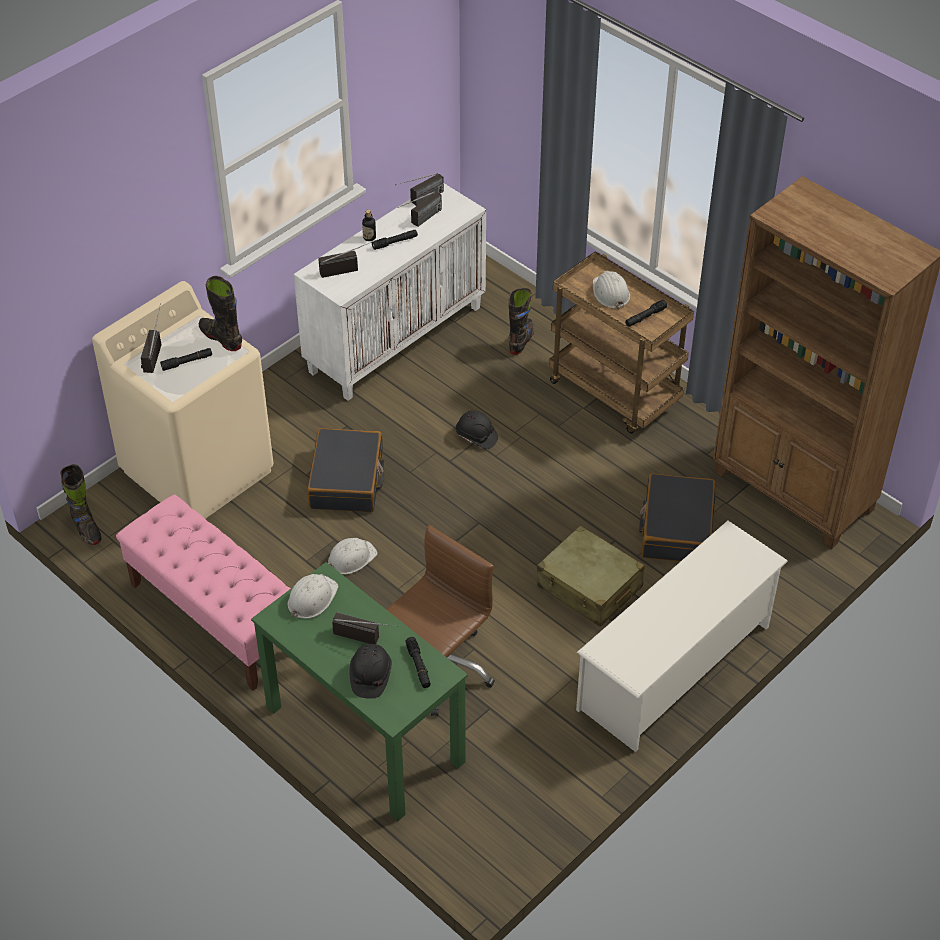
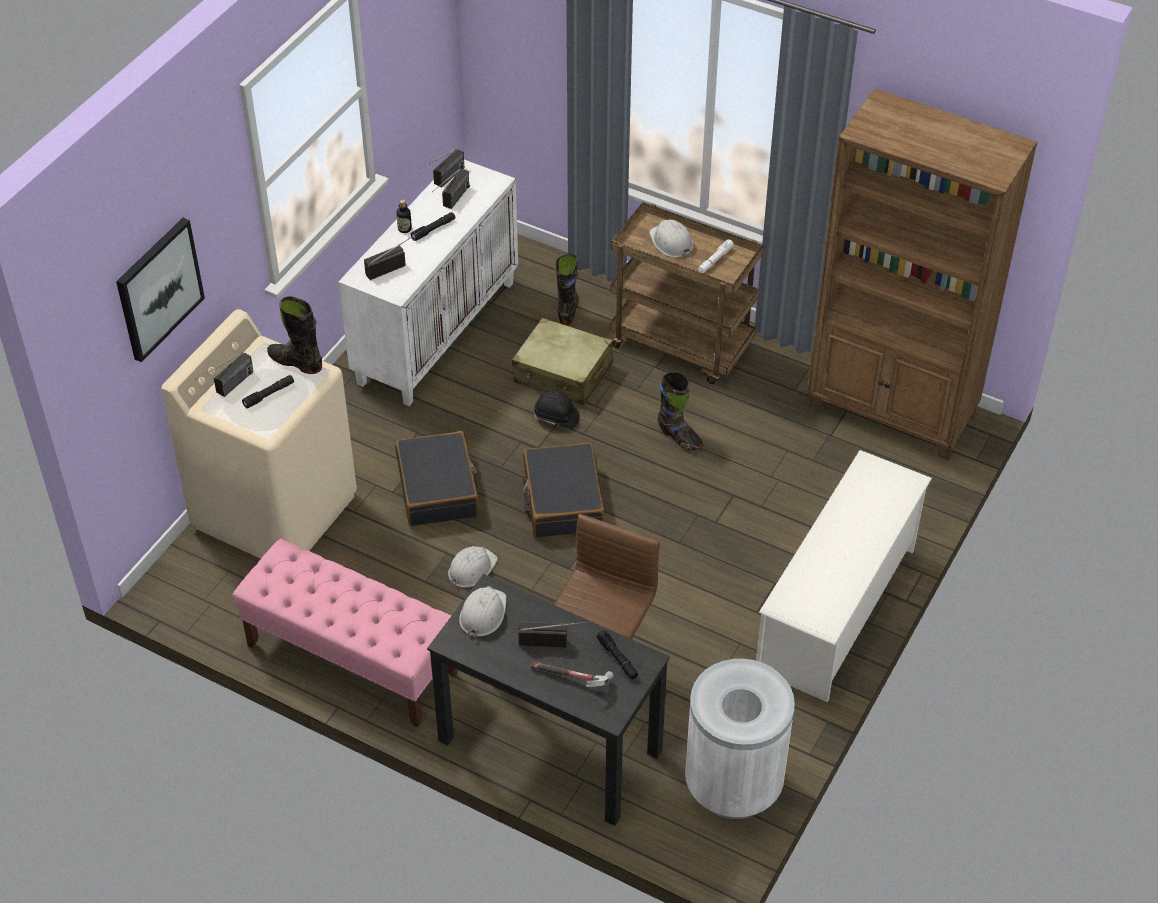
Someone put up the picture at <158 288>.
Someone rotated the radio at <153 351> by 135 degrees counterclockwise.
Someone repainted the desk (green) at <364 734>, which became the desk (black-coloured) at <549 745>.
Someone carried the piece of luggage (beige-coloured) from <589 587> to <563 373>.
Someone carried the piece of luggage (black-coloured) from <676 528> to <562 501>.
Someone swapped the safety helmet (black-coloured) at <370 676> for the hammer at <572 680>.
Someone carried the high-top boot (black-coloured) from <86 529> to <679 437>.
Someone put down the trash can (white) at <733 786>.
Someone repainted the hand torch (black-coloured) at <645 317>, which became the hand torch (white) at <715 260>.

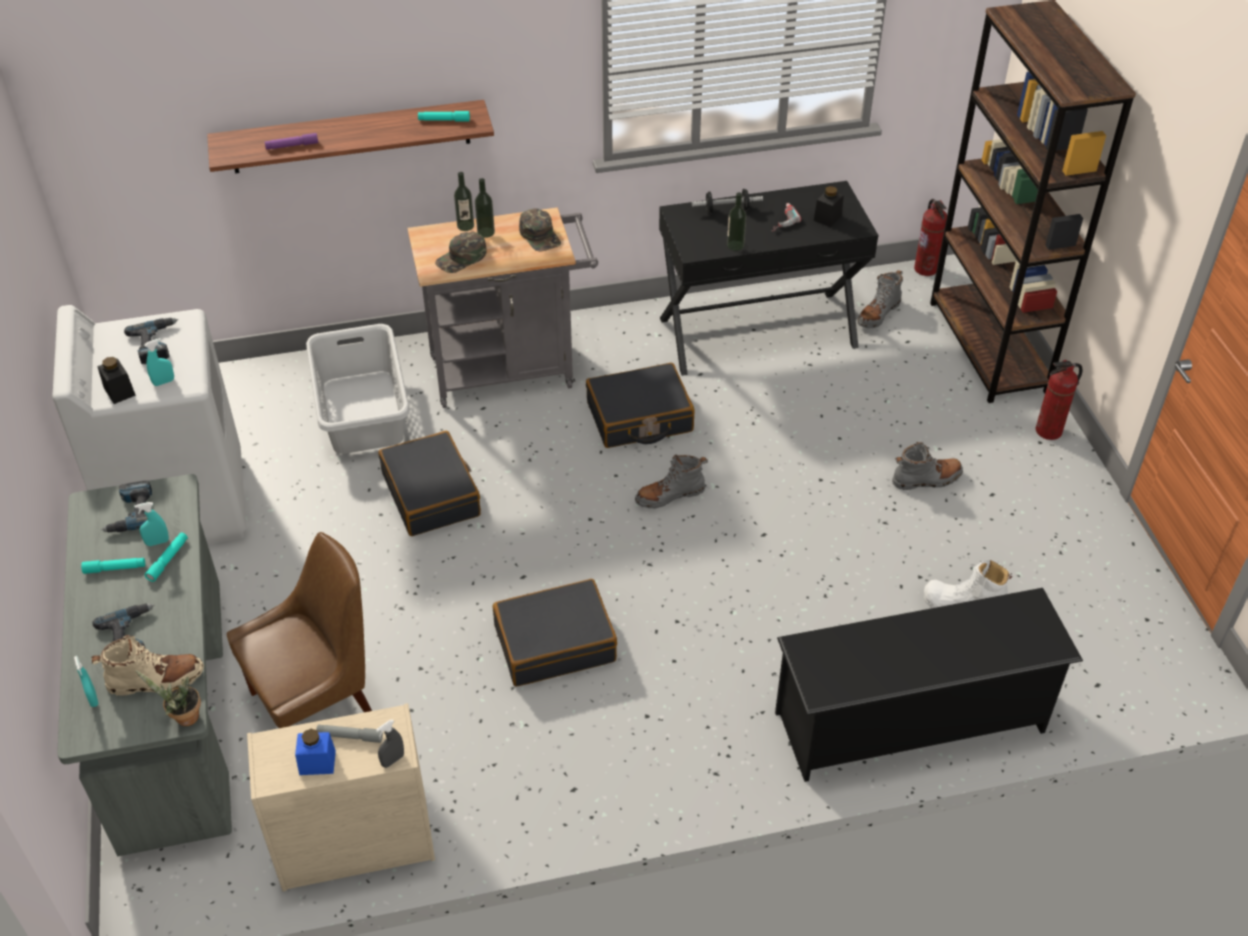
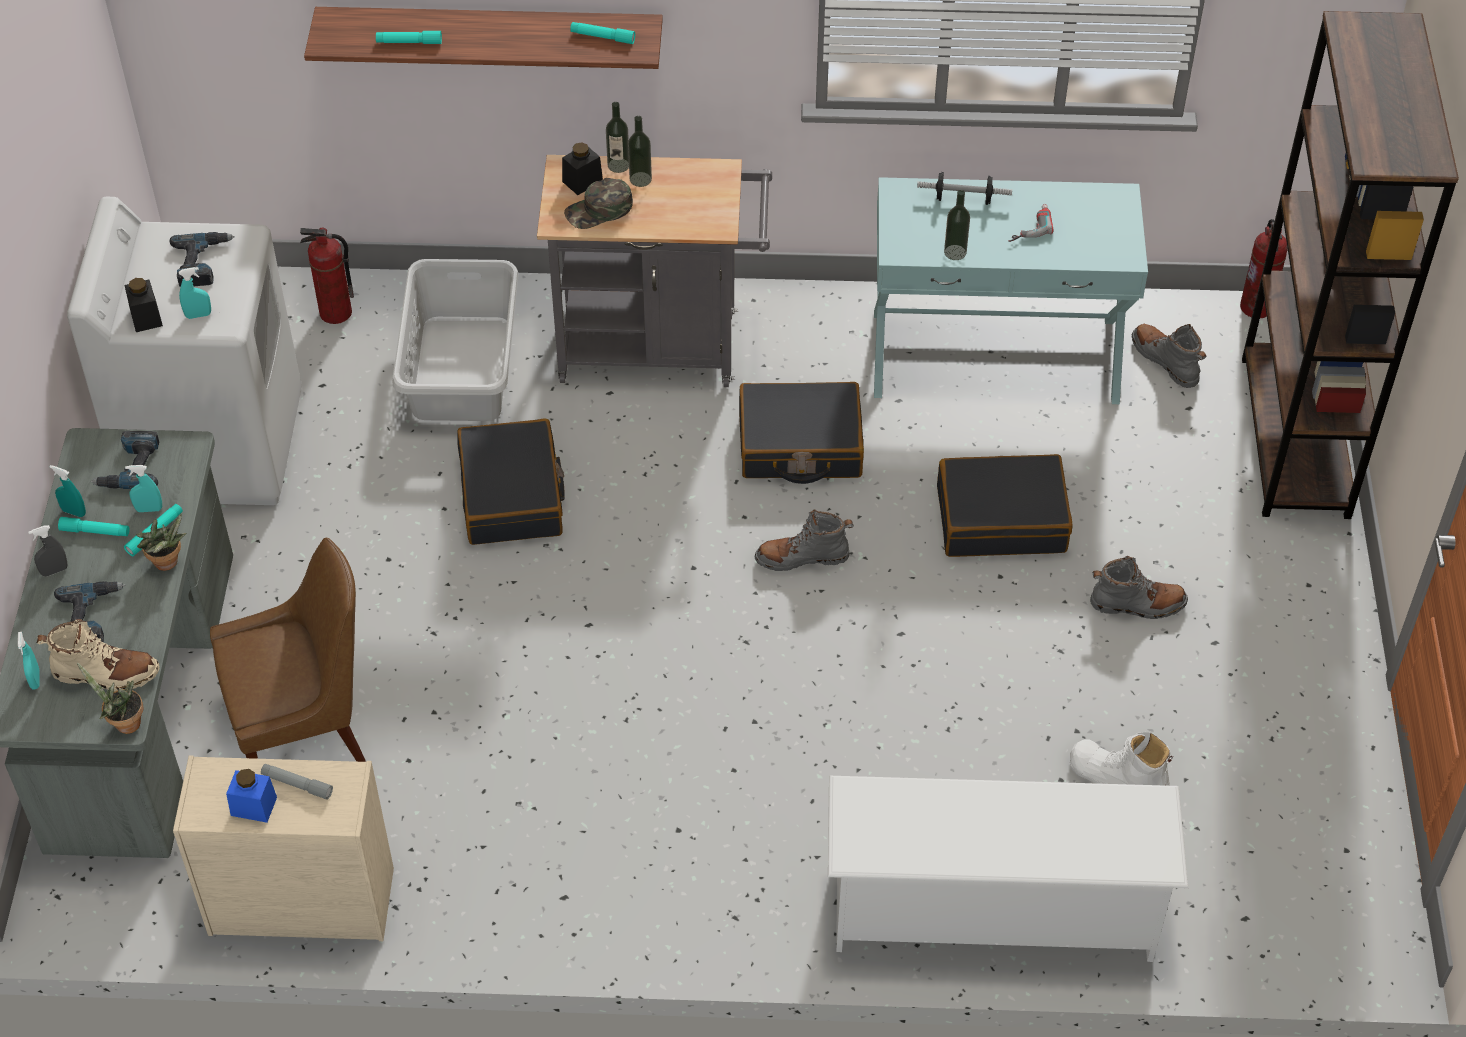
Someone carried the hand sprayer (greyish) from <393 760> to <54 571>.
Someone put down the hand sprayer (blue-green) at <74 512>.
Someone put down the houseplant at <168 564>.
Someone carried the extinguisher from <1048 431> to <335 313>.
Someone repainted the hand torch (purplish) at <292 146>, which became the hand torch (blue-green) at <409 42>.
Someone carried the storage jar (black-coloured) from <827 218> to <582 181>.
Someone repainted the shoe rack (black-coloured) at <910 722>, which became the shoe rack (white) at <992 910>.
Someone repainted the console table (black-coloured) at <758 332>, which became the console table (blue-green) at <995 355>.
Someone carried the piece of luggage (black-coloured) from <555 643> to <1001 518>.
Someone rotated the high-top boot (greyish) at <878 314> by 90 degrees clockwise.
Someone took away the cap (green) at <540 235>.

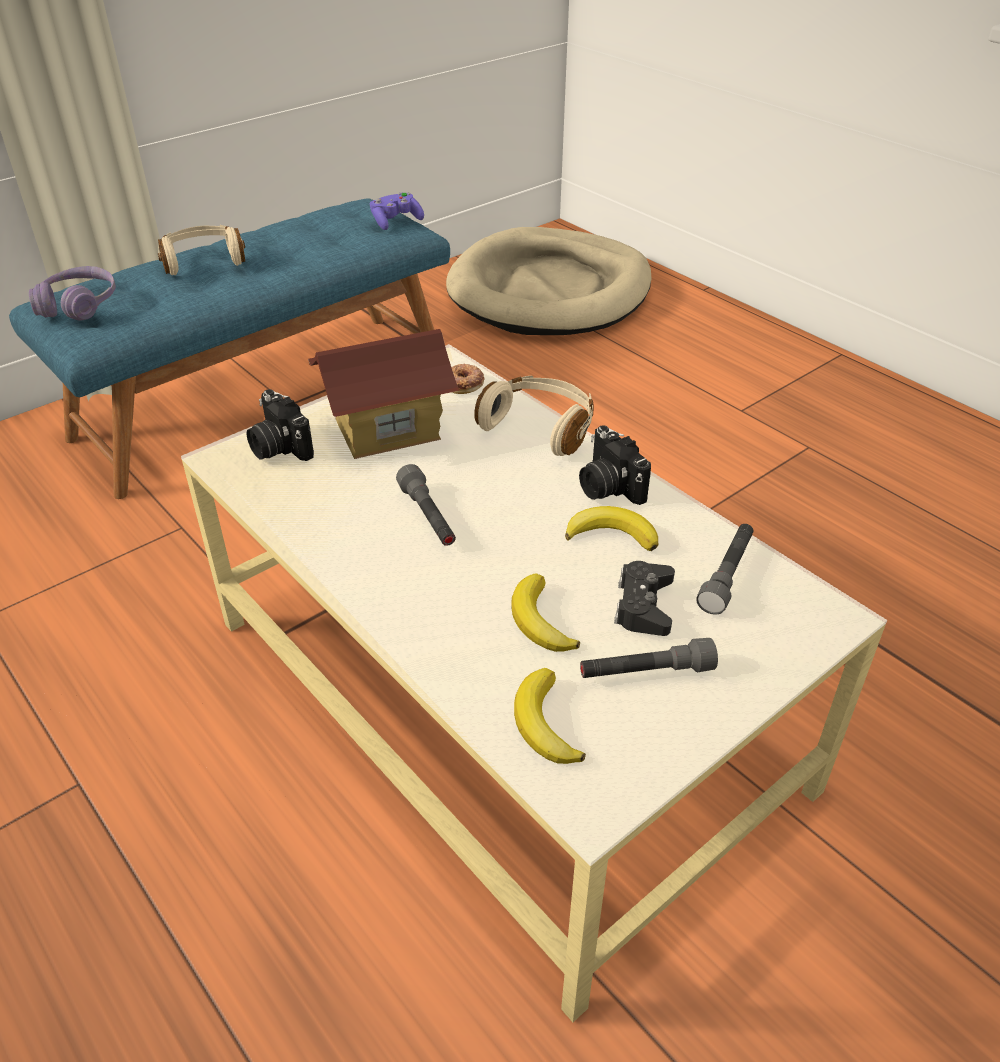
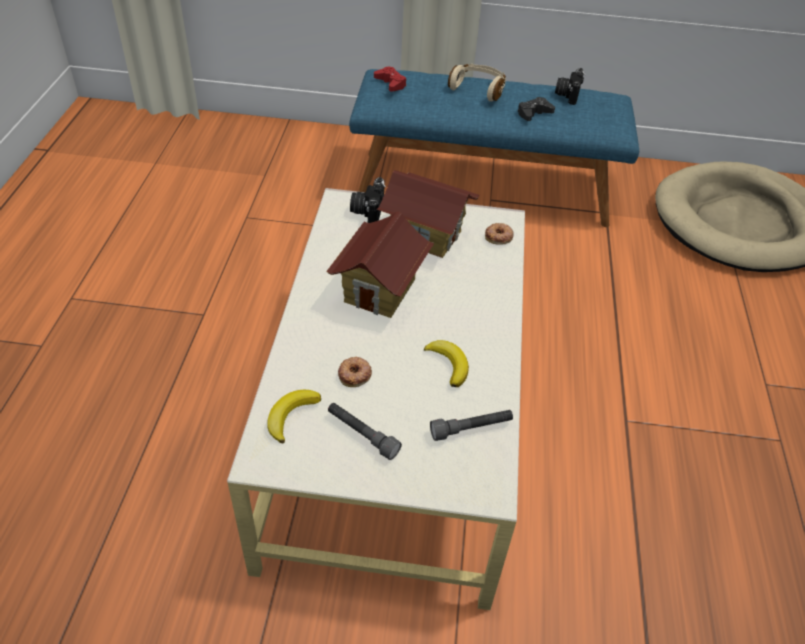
Someone swapped the hand torch (greyish) at <428 517> for the model house at <380 291>.
Someone swapped the whole banana at <540 620> for the doughnut at <355 374>.
Someone swapped the pair of headphones (purplish) at <78 305> for the joypad (red-coloured) at <390 83>.
Someone carried the joypad (black-coloured) from <643 605> to <534 113>.
Someone carried the photo camera from <607 487> to <567 94>.
Someone took away the joypad (purplish) at <396 221>.
Someone took away the pair of headphones (beige-coloured) at <540 427>.

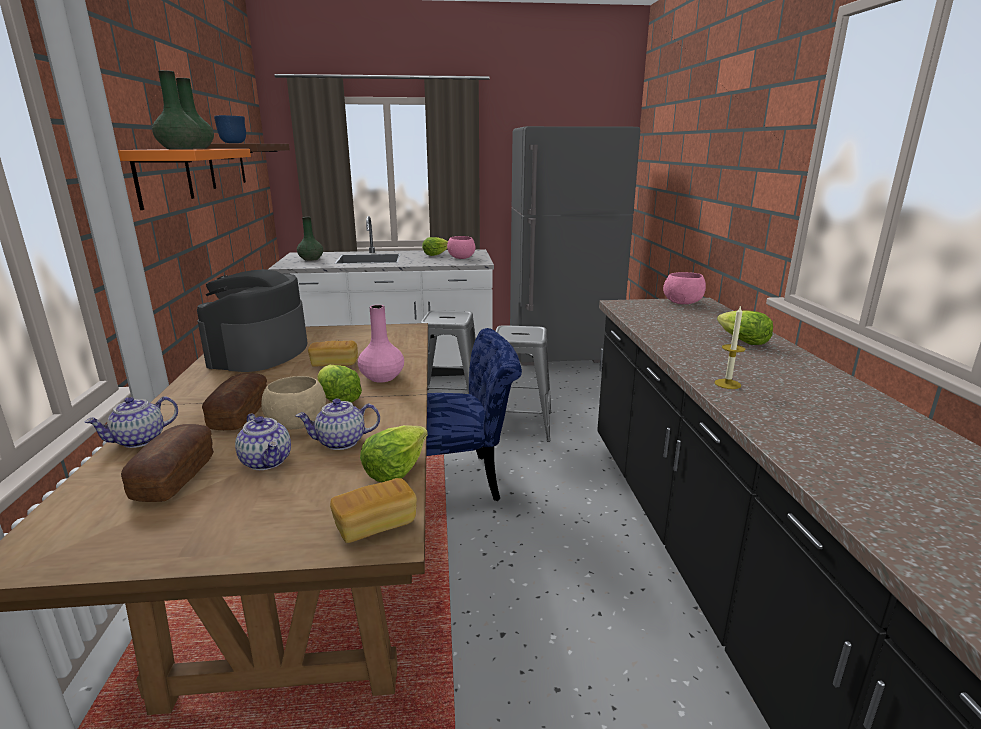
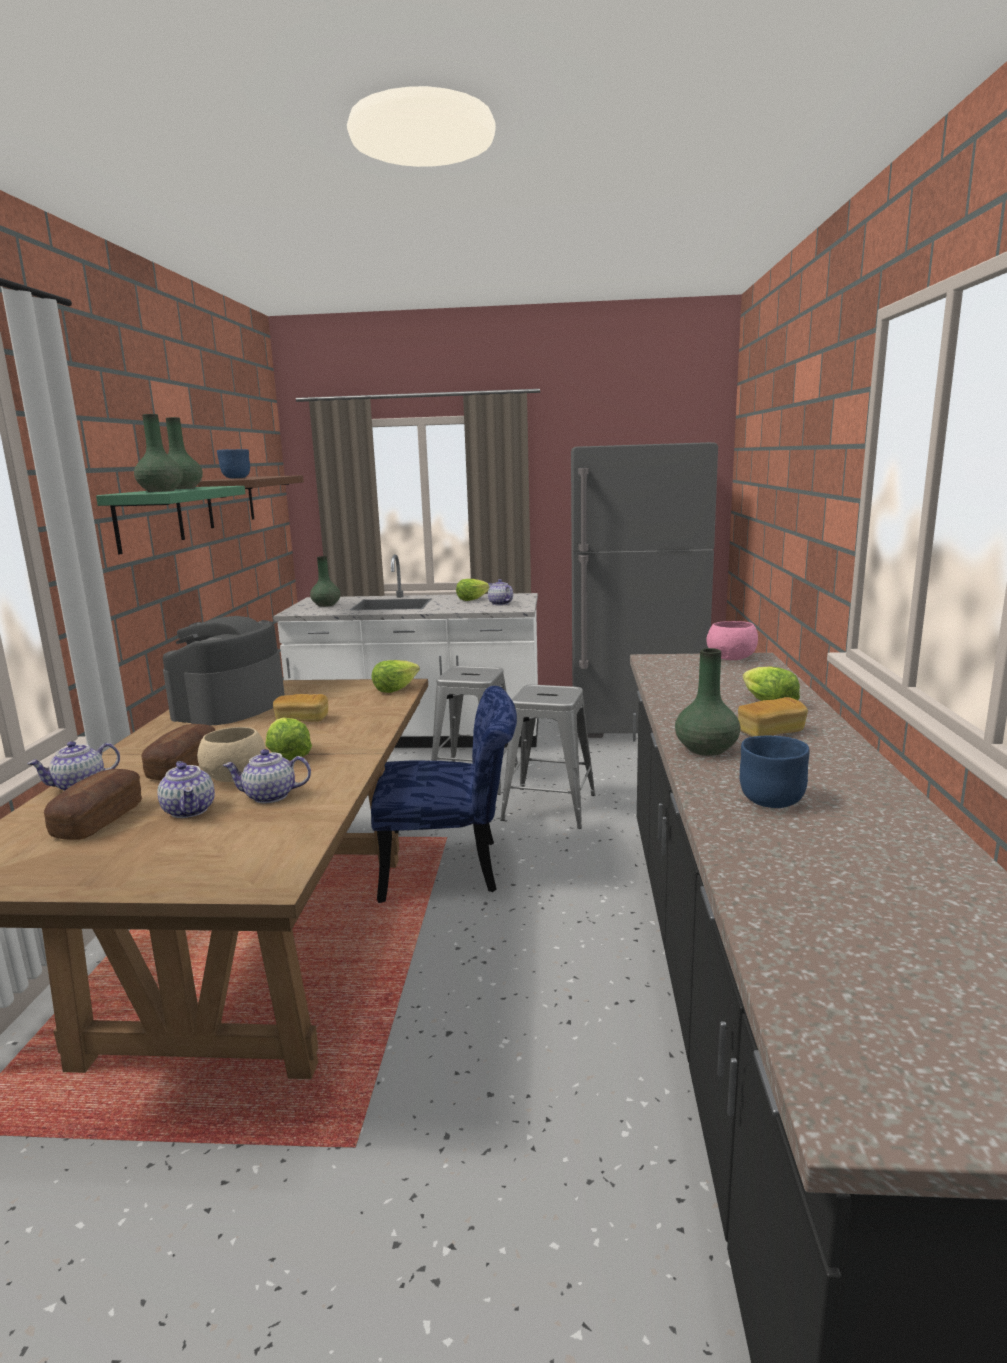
Someone repainted the shelf (orange-coloured) at <163 176>, which became the shelf (green) at <149 518>.
Someone carried the head of lettuce from <395 469> to <395 689>.
Someone swapped the bowl (pink-coloured) at <461 258> for the pot for tea at <500 603>.
Someone swapped the candle at <727 384> for the vase (green) at <707 749>.
Someone carried the bread from <375 525> to <770 732>.
Someone put down the bowl (bluish) at <771 801>.
Someone took away the vase (pink-coloured) at <382 377>.

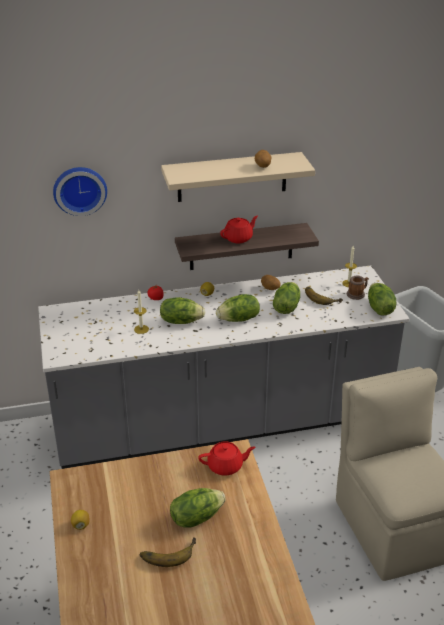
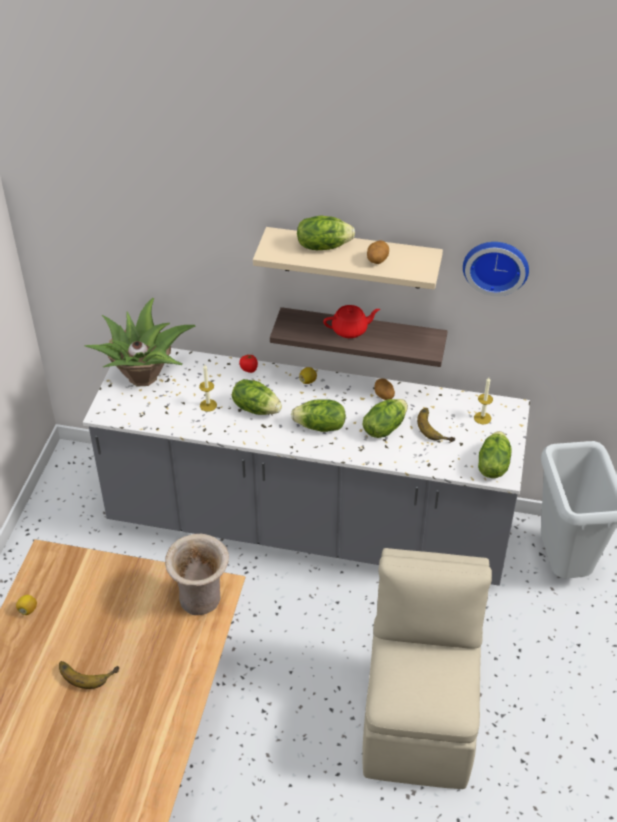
Someone put down the houseplant at <144 376>.
Someone swapped the pot for tea (red-coloured) at <226 466> for the vase (beige-coloured) at <202 599>.
Someone carried the head of lettuce from <196 517> to <323 246>.
Someone carried the wall clock from <79 189> to <496 265>.
Someone took away the tea mug at <357 294>.

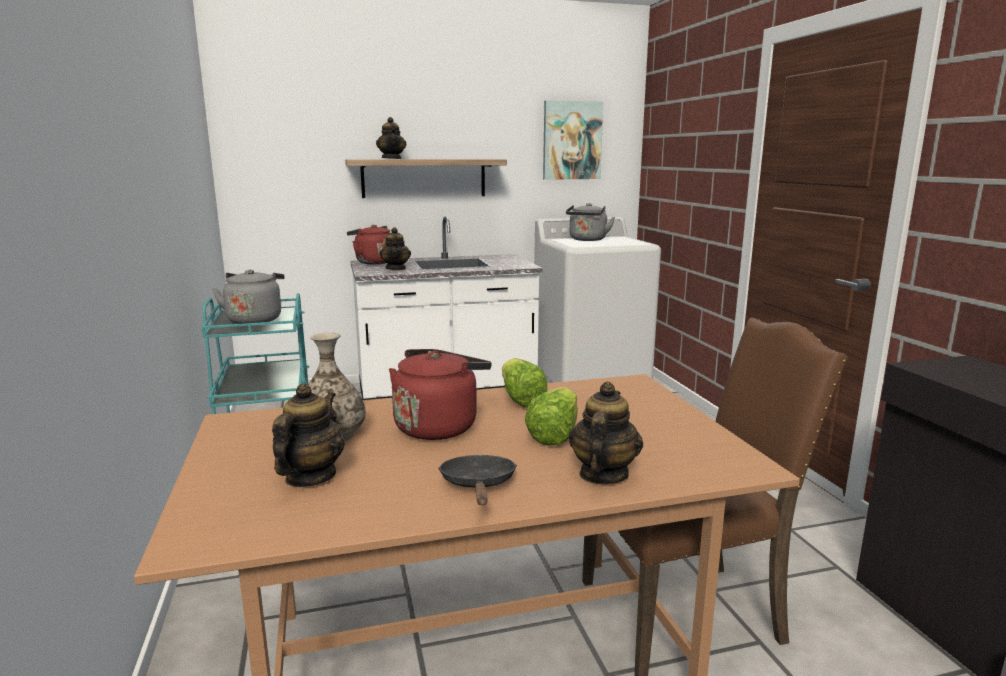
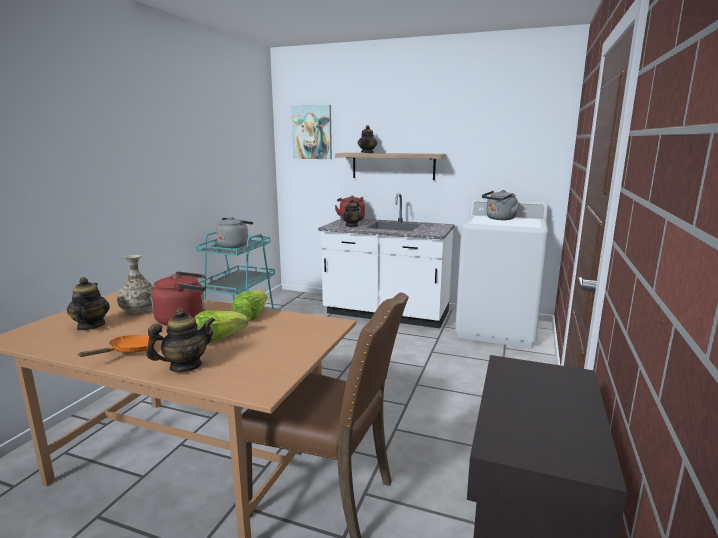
Someone rotated the pot for tea at <310 477> by 60 degrees counterclockwise.
Someone repainted the frying pan (black-coloured) at <478 485>, which became the frying pan (orange-coloured) at <129 351>.
Someone carried the picture from <572 140> to <312 132>.

